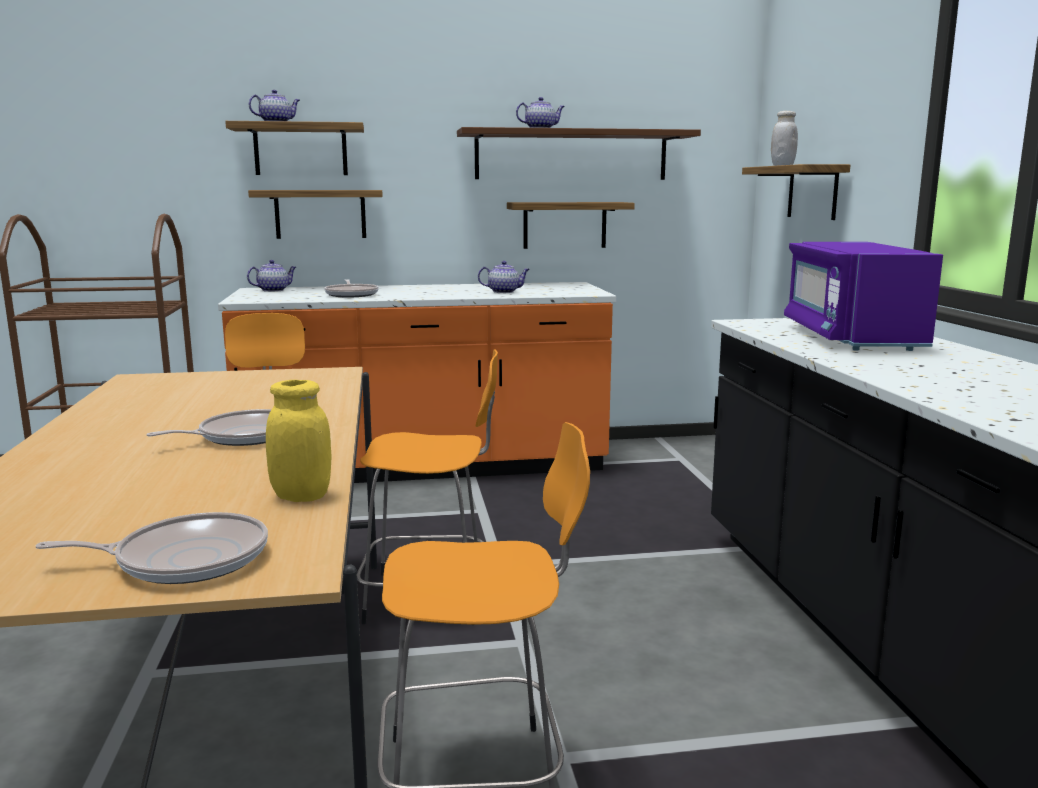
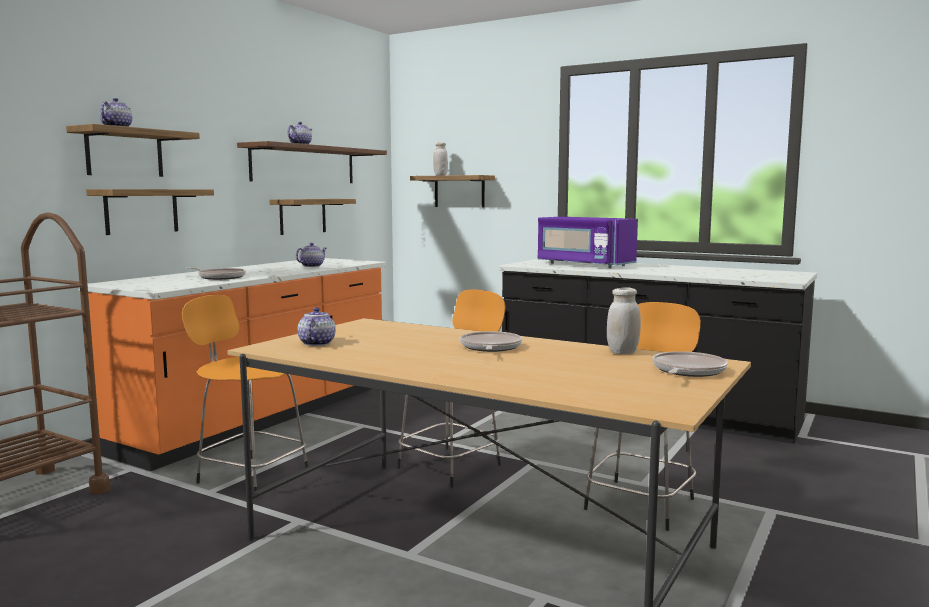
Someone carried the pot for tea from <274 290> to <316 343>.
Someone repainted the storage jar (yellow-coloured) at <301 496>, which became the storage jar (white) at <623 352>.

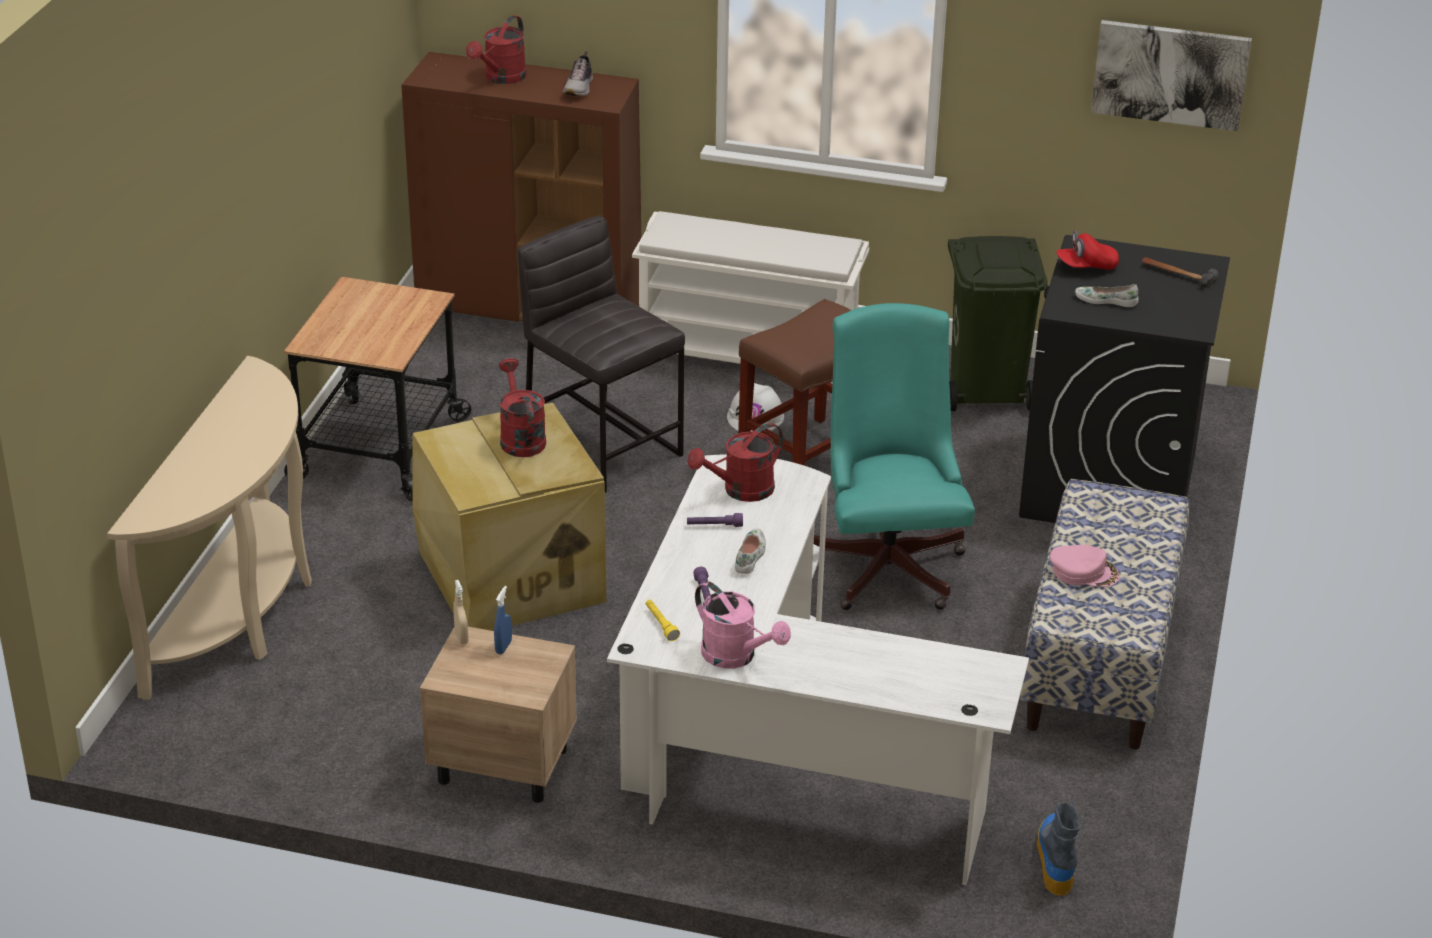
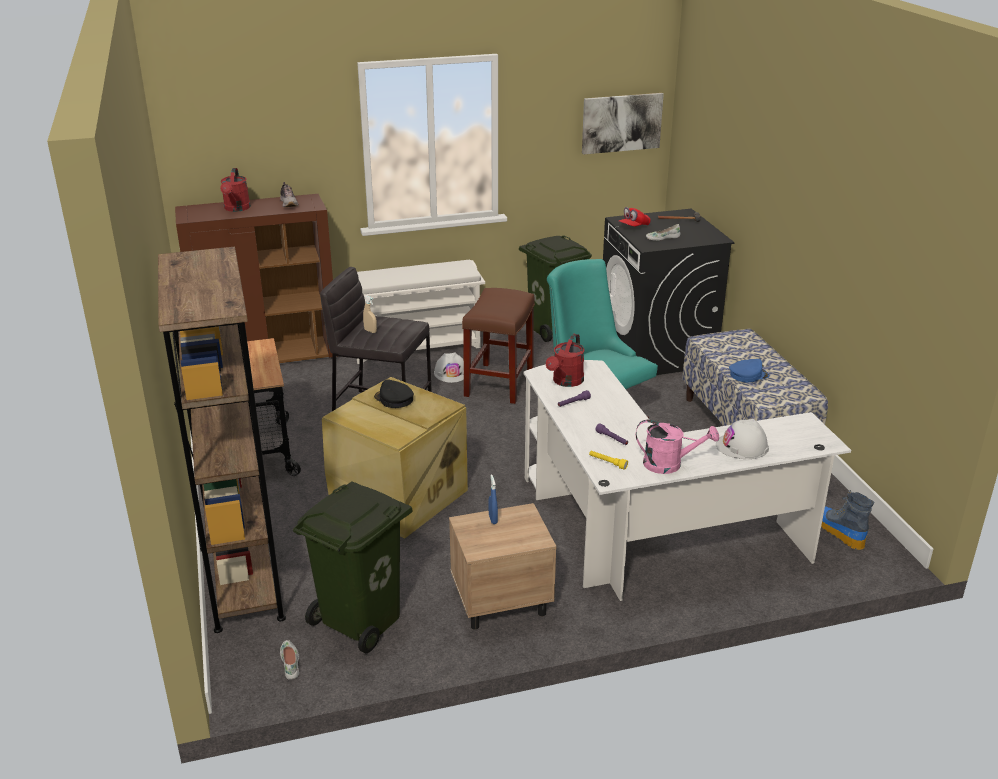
Someone swapped the console table (beige-coloured) at <242 613> for the bookcase (brown) at <244 577>.
Someone carried the shoe (white) from <750 556> to <290 662>.
Someone put down the trash can (green) at <362 620>.
Someone carried the hand sprayer (beige-coloured) from <461 637> to <370 331>.
Someone swapped the watering pot (red-coloured) at <520 438> for the cap (black-coloured) at <394 399>.
Someone put down the safety helmet (white) at <742 446>.
Someone repainted the cap (pink-coloured) at <1083 572>, which became the cap (bluish) at <748 375>.

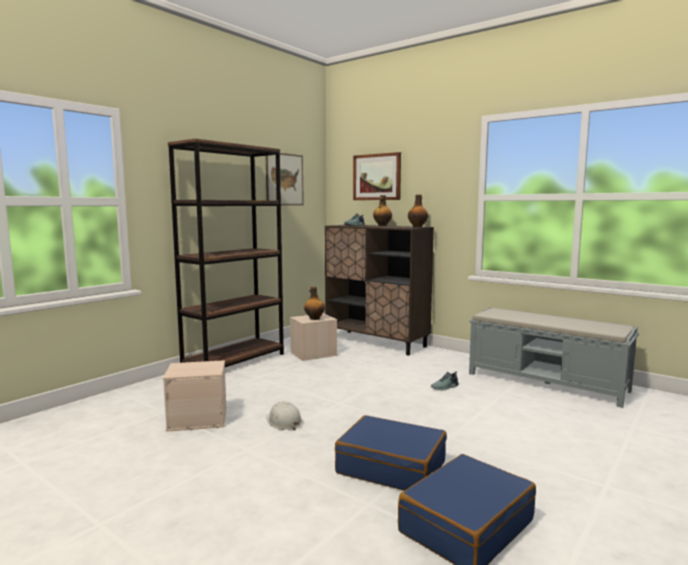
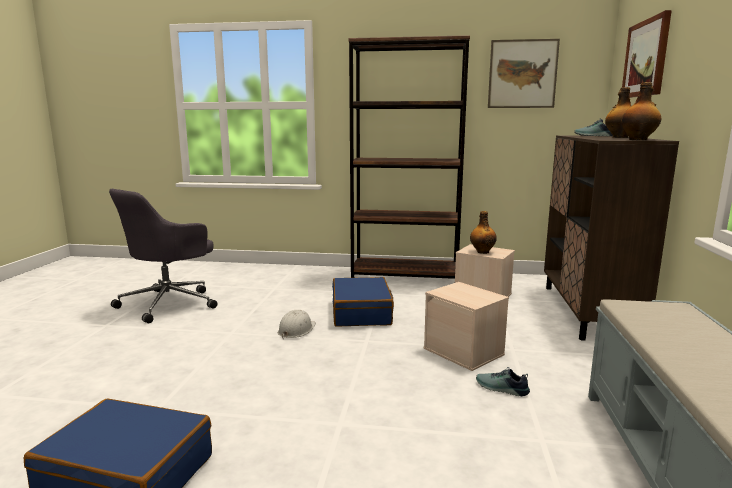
Someone put down the office chair (greyish) at <169 303>.
Someone carried the piece of luggage (bluish) from <391 467> to <361 313>.
Someone carried the storage box (beige-coloured) from <198 419> to <464 351>.

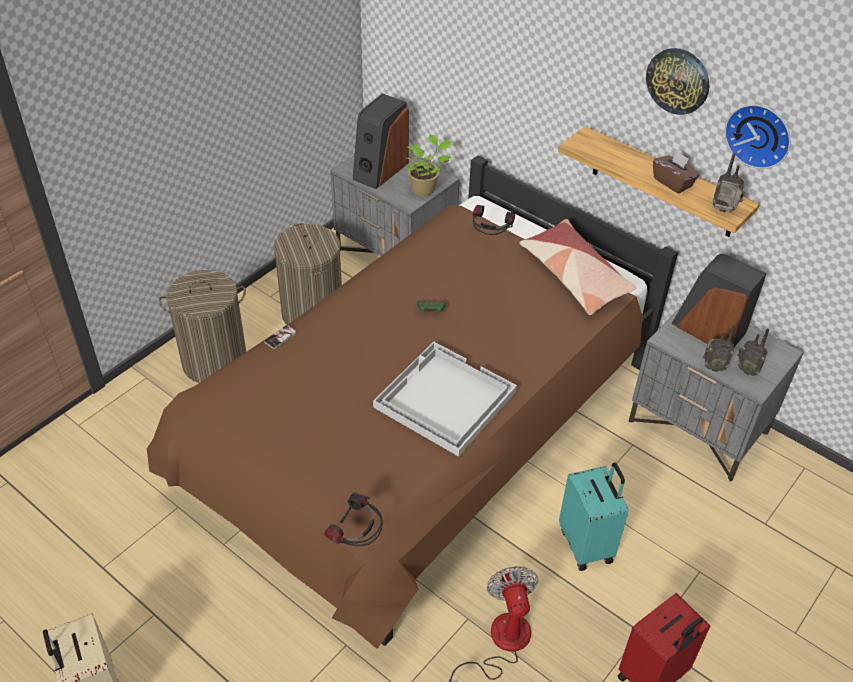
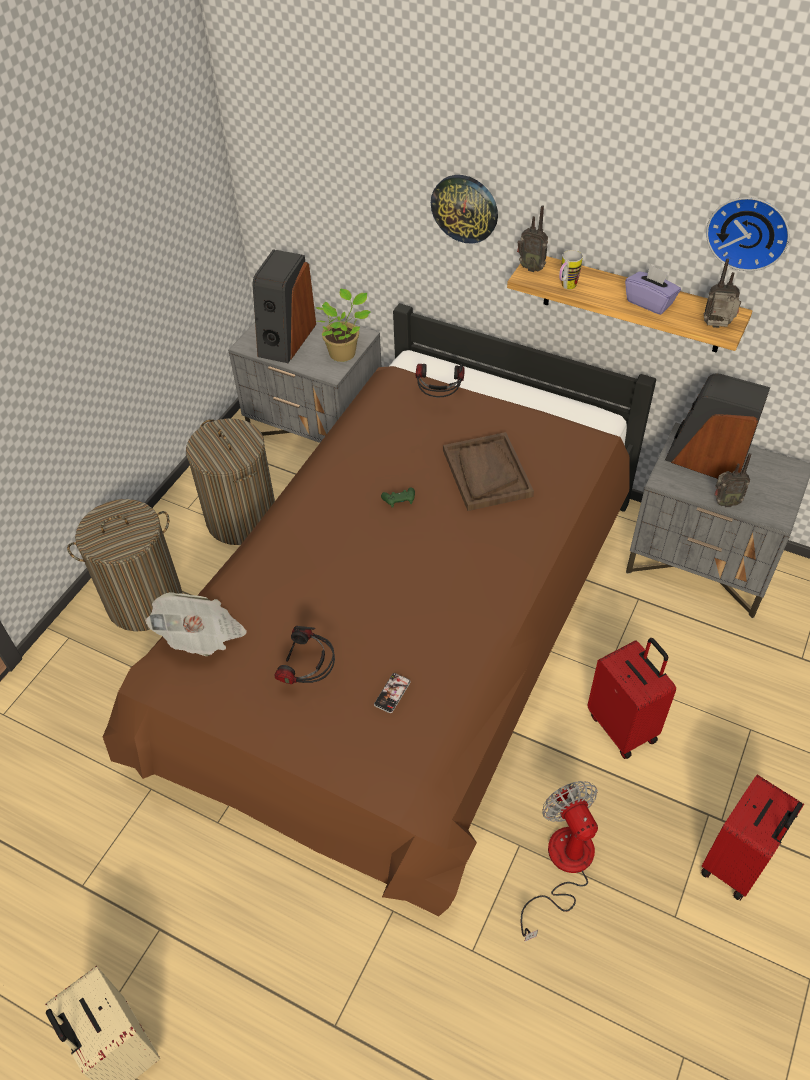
Someone put down the daily paper at <202 636>.
Someone carried the pair of headphones from <356 540> to <309 675>.
Someone carried the handset from <280 337> to <392 693>.
Someone carried the wall clock from <678 80> to <465 208>.
Someone put down the tray (brown) at <486 473>.
Someone carried the radio from <747 370> to <531 267>.
Someone put down the tea mug at <566 287>.
Someone repainted the piece of luggage (blue-green) at <587 545>, which became the piece of luggage (red-coloured) at <623 726>.
Someone repainted the box of tissues (brown) at <672 182>, which became the box of tissues (purplish) at <649 302>.
Someone took away the tray (white) at <443 399>.
Someone took away the throw pillow at <575 276>.

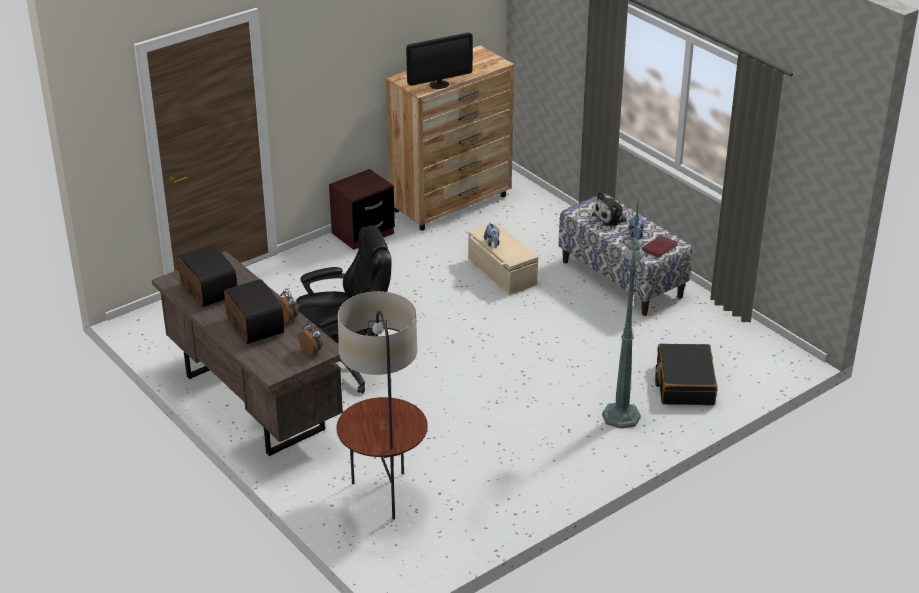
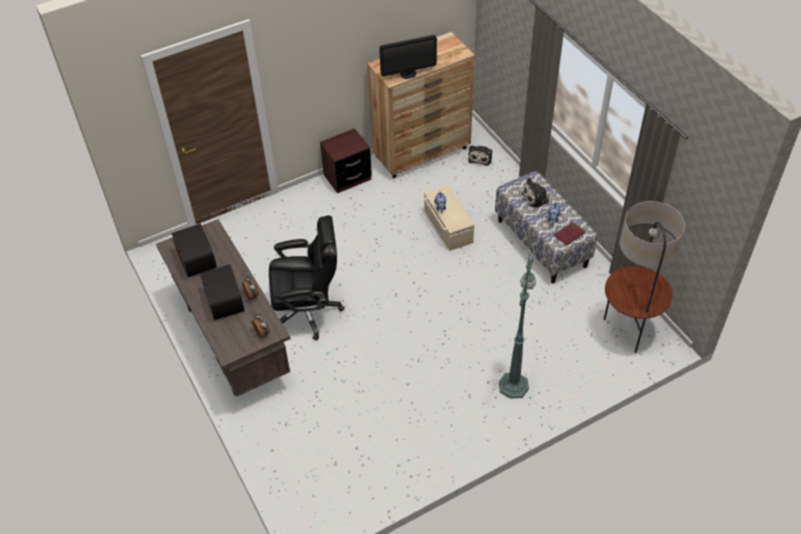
Someone put down the cuddly toy at <480 157>.
Someone carried the standard lamp from <384 495> to <627 331>.
Someone took away the piece of luggage (black-coloured) at <684 384>.

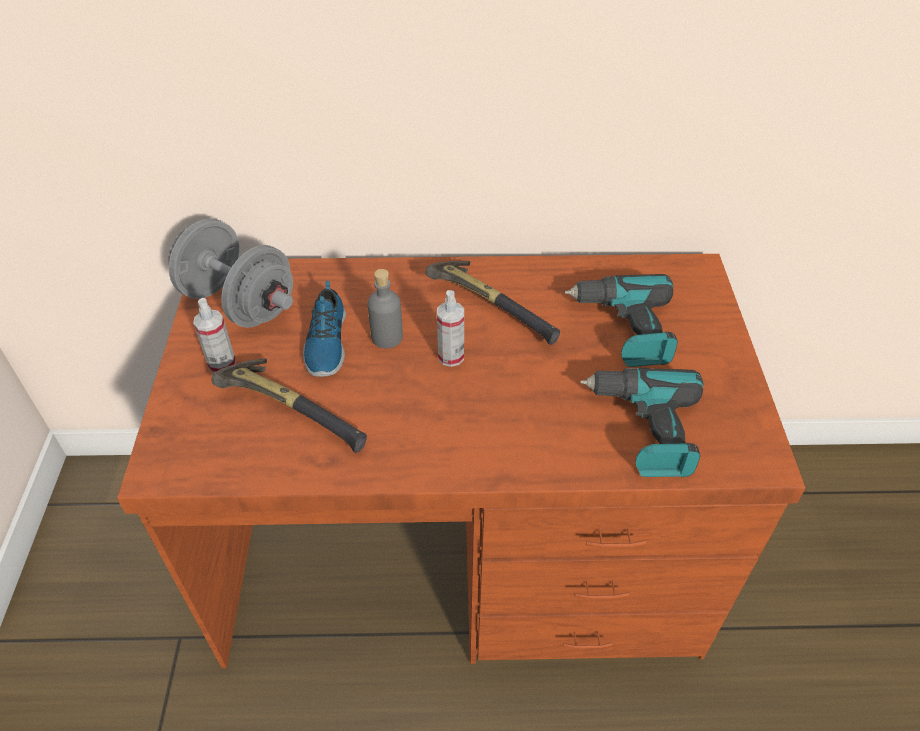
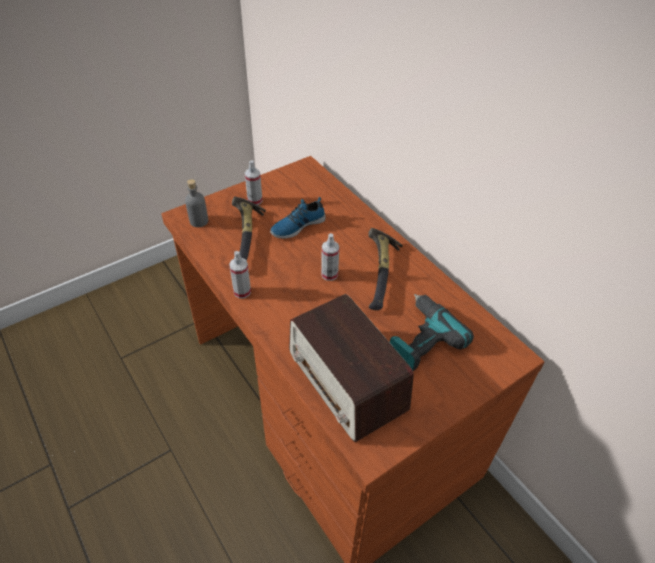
Someone carried the beverage bottle (greyish) from <387 337> to <199 221>.
Someone put down the hand sprayer at <242 292>.
Someone swapped the electric drill at <644 429> for the radio at <347 381>.
Someone took away the dumbbell (greyish) at <239 303>.

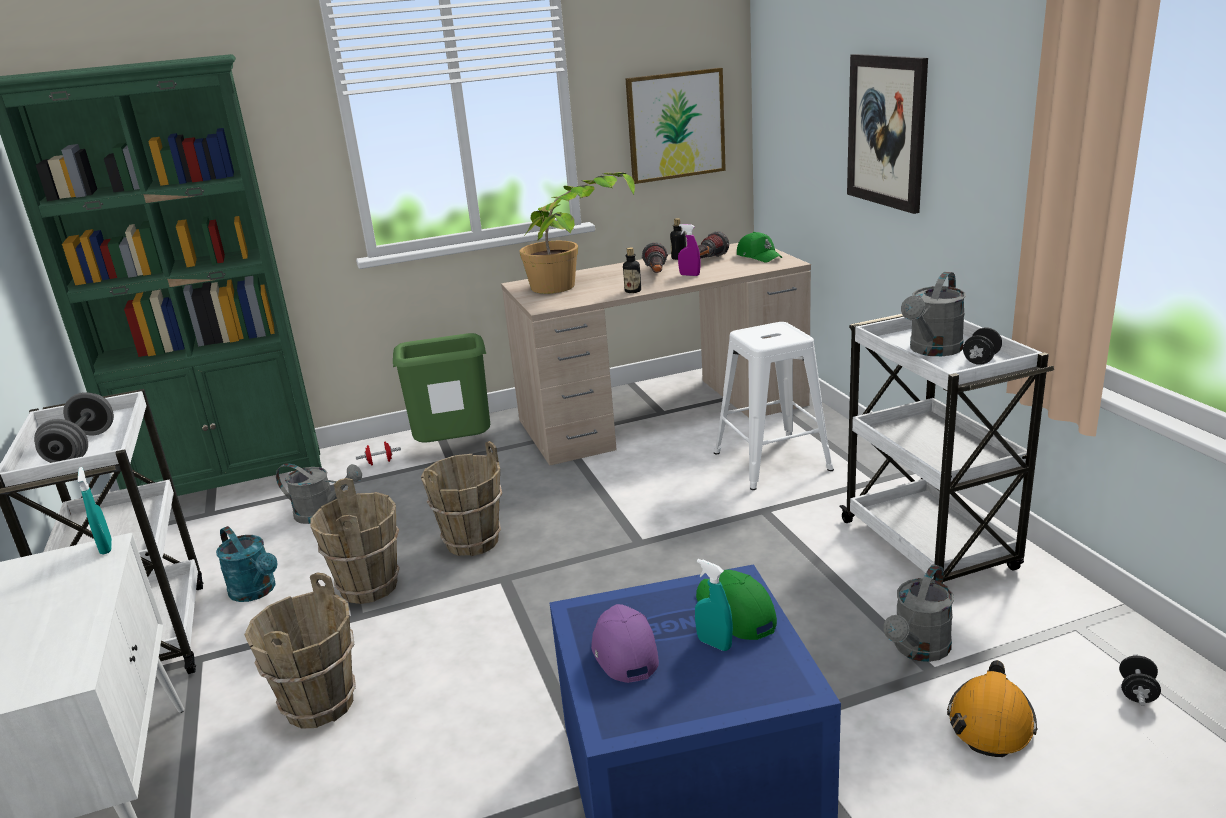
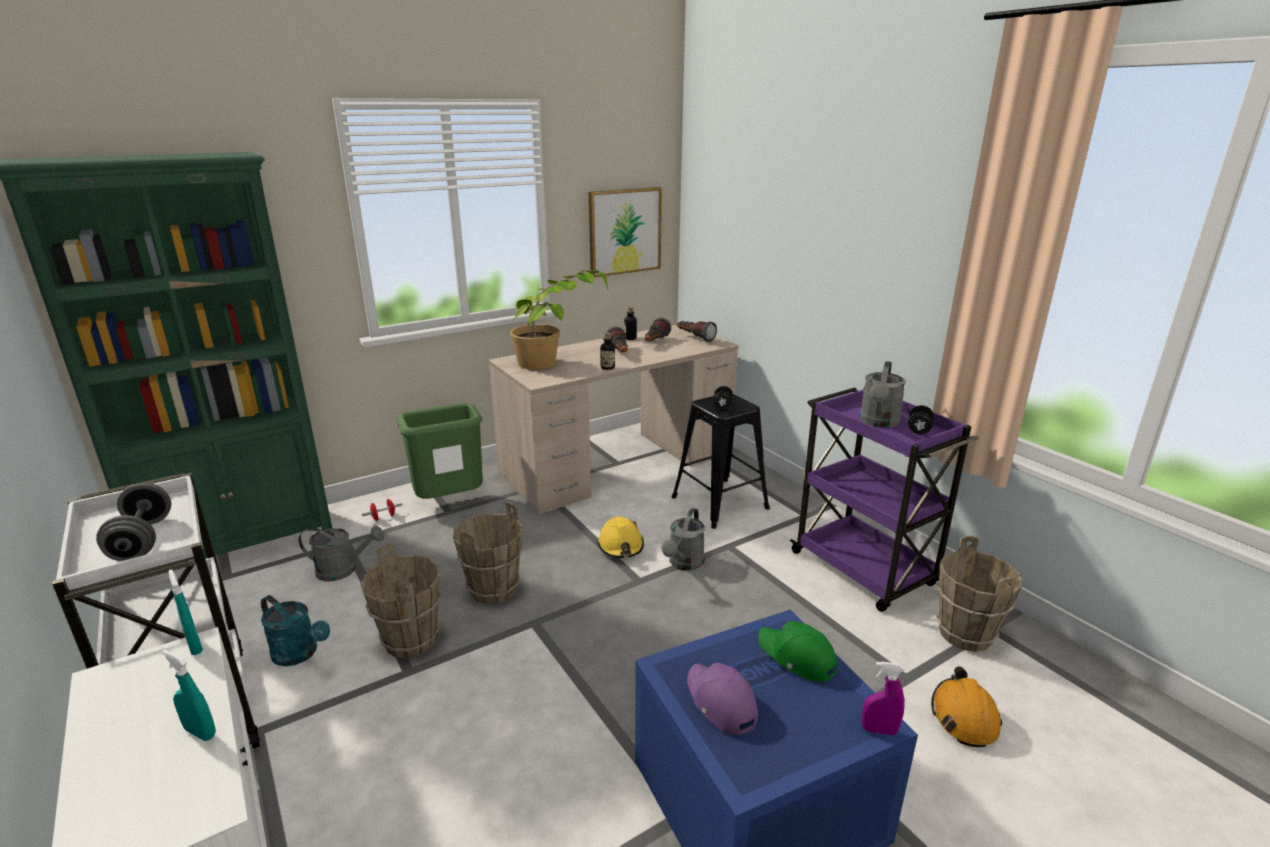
Someone carried the hand sprayer (blue-green) from <714 644> to <200 732>.
Someone put down the safety helmet (yellow-coloured) at <621 546>.
Someone carried the watering pot (greyish) from <918 650> to <684 564>.
Someone repainted the stool (white) at <771 461>, which became the stool (black-coloured) at <719 503>.
Someone swapped the cap (green) at <759 256> for the hand torch at <694 338>.
Someone carried the dumbbell (black-coloured) from <1137 692> to <722 406>.
Someone repainted the cart (white) at <929 547>, which became the cart (purplish) at <864 570>.
Someone carried the hand sprayer (purplish) from <689 275> to <879 730>.
Someone carried the pail (brown) from <318 705> to <964 634>.
Someone took away the picture at <886 131>.

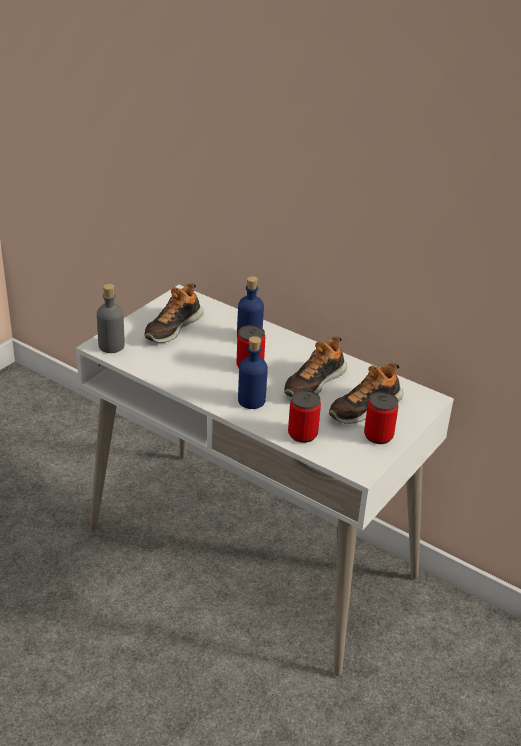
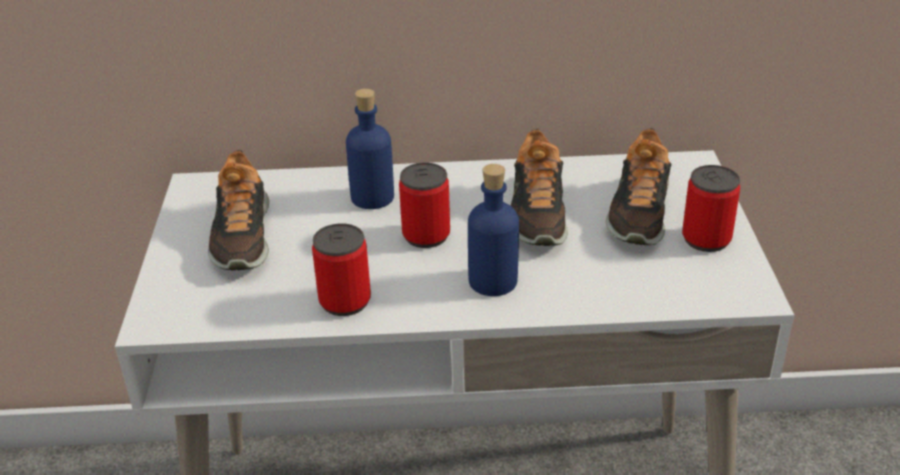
Someone carried the can from <302 434> to <345 301>.
Someone took away the beverage bottle (greyish) at <111 346>.

